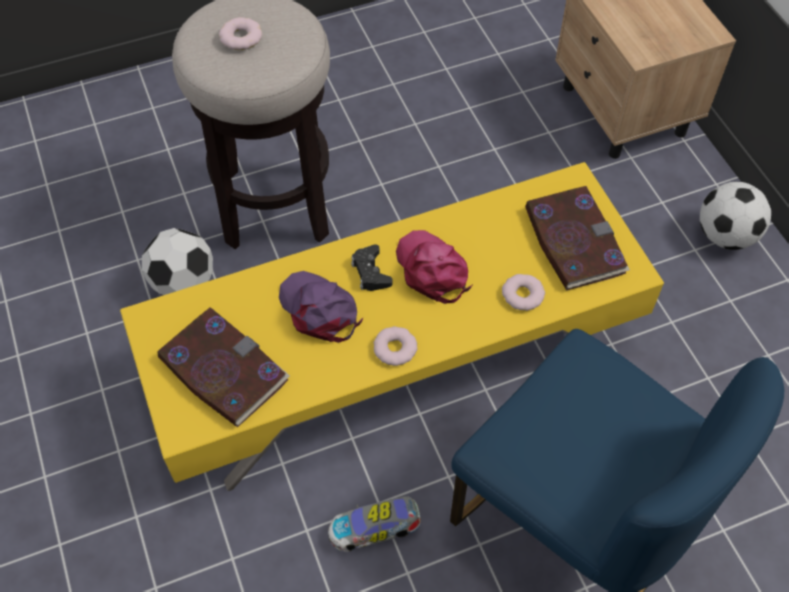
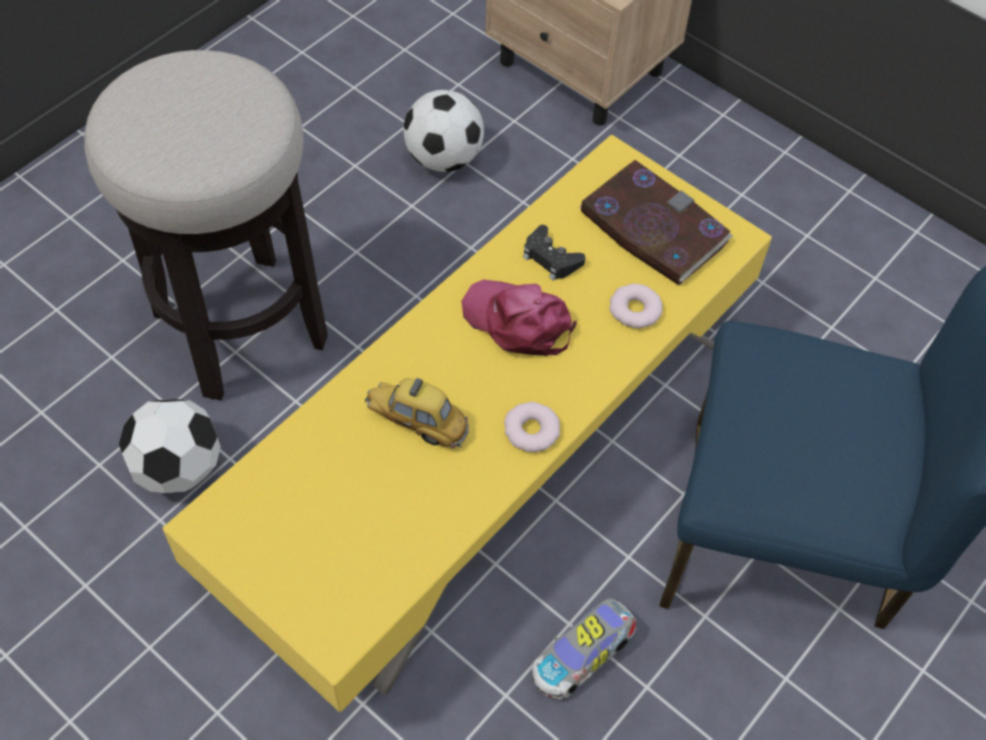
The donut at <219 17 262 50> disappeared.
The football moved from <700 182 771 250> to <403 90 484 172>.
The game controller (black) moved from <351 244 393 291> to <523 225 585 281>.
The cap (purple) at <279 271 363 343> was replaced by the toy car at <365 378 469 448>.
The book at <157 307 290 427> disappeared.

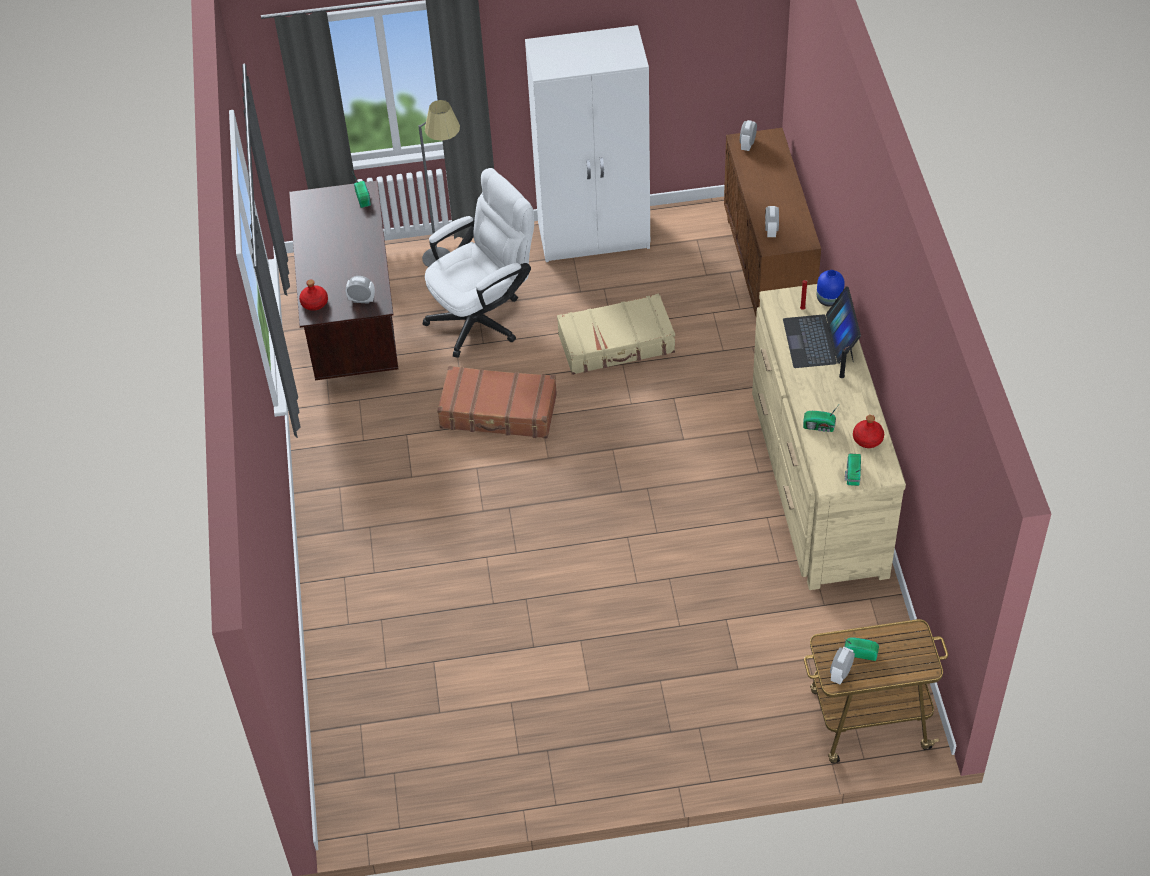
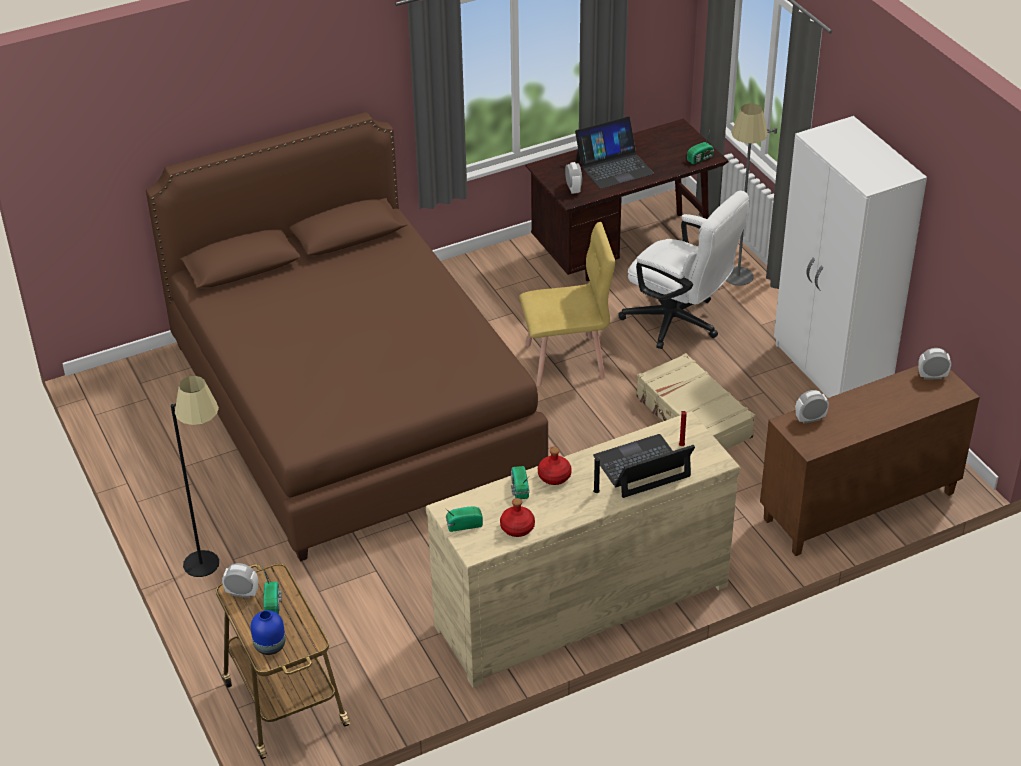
The vase (blue) moved from <817 270 845 307> to <251 610 285 655>.
The bottle (red) moved from <299 280 328 311> to <538 447 572 485>.
The suitcase (brown) at <437 366 557 438> was replaced by the chair (yellow) at <519 222 615 386>.
The bed (brown) at <146 112 548 562> appeared.
The laptop at <575 116 654 189> appeared.
The floor lamp (black) at <171 376 219 577> appeared.

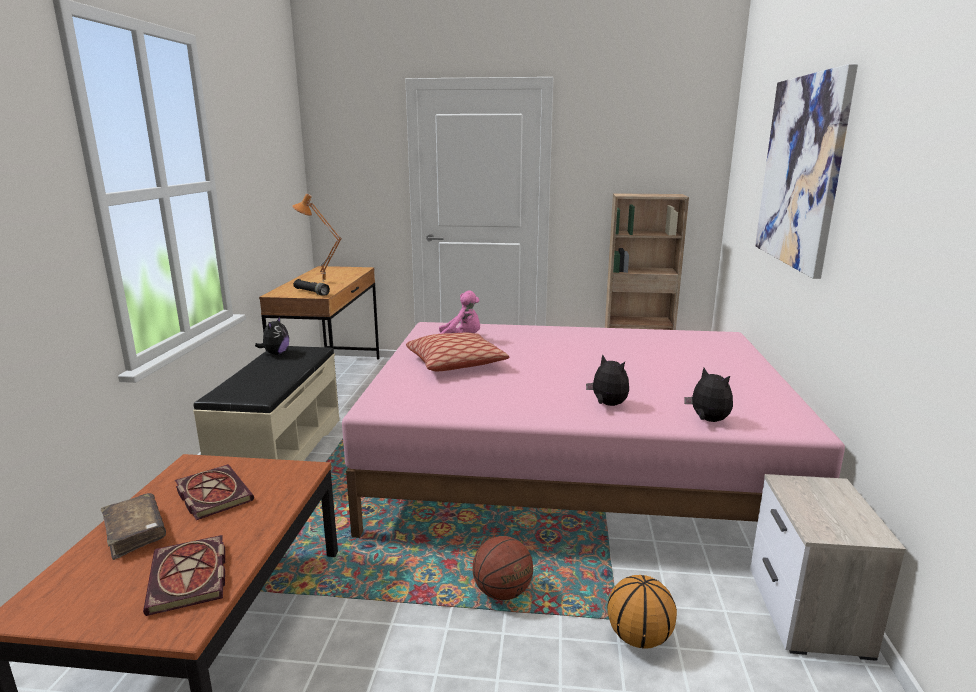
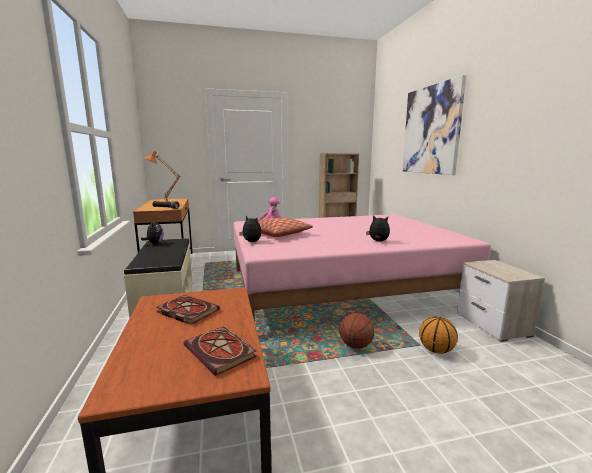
The plush toy moved from <684 368 733 422> to <239 216 261 242>.
The book (brown) at <101 493 166 560> disappeared.

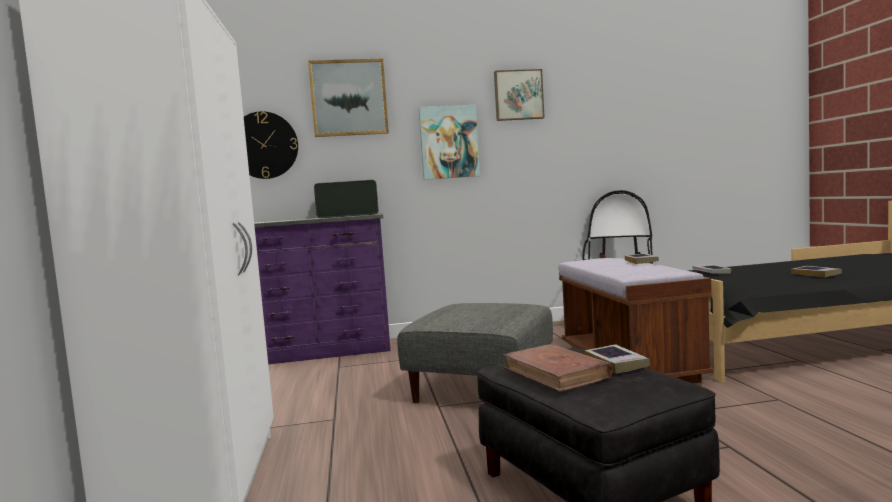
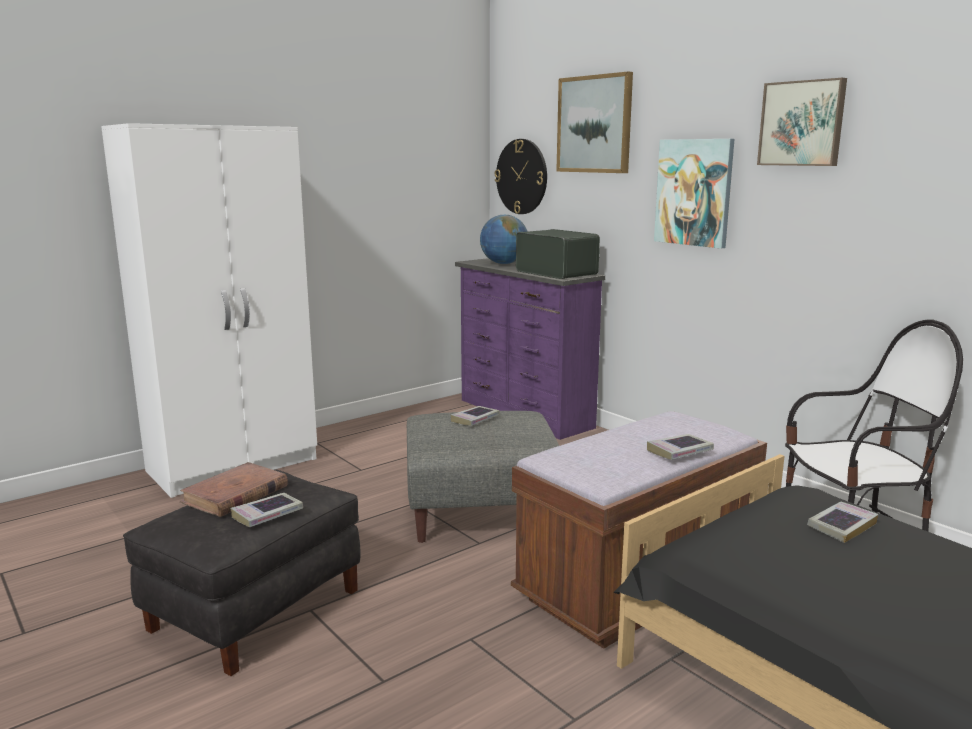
The book moved from <791 266 842 277> to <451 406 500 426>.
The globe at <480 215 528 264> appeared.

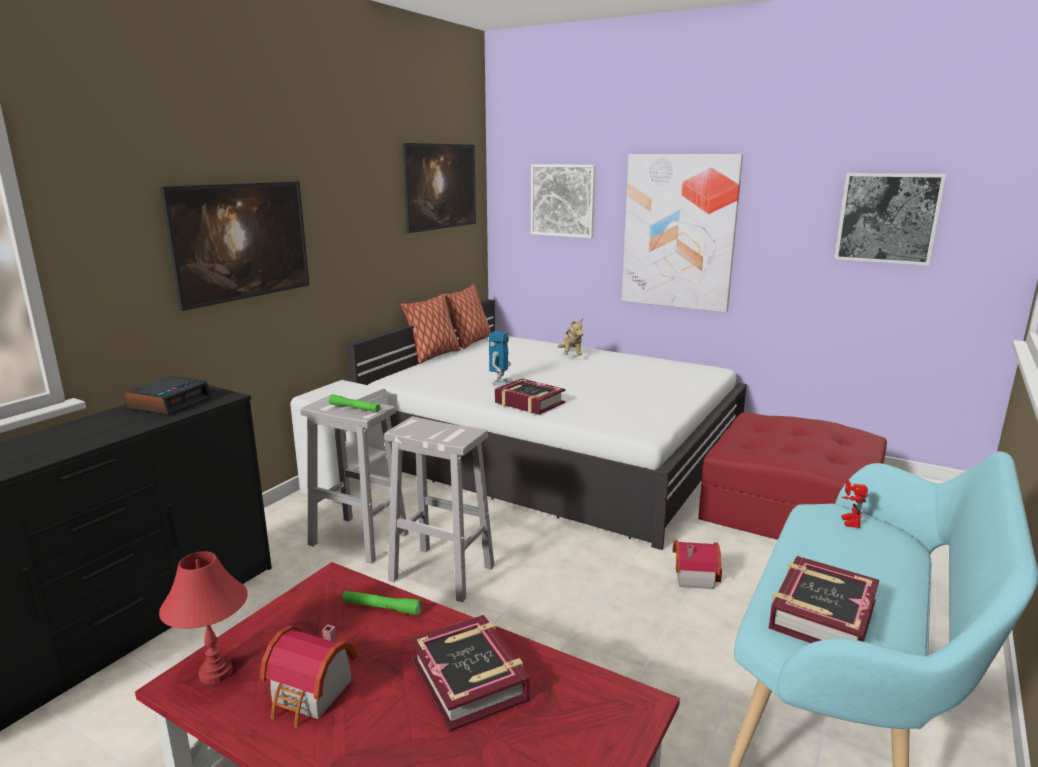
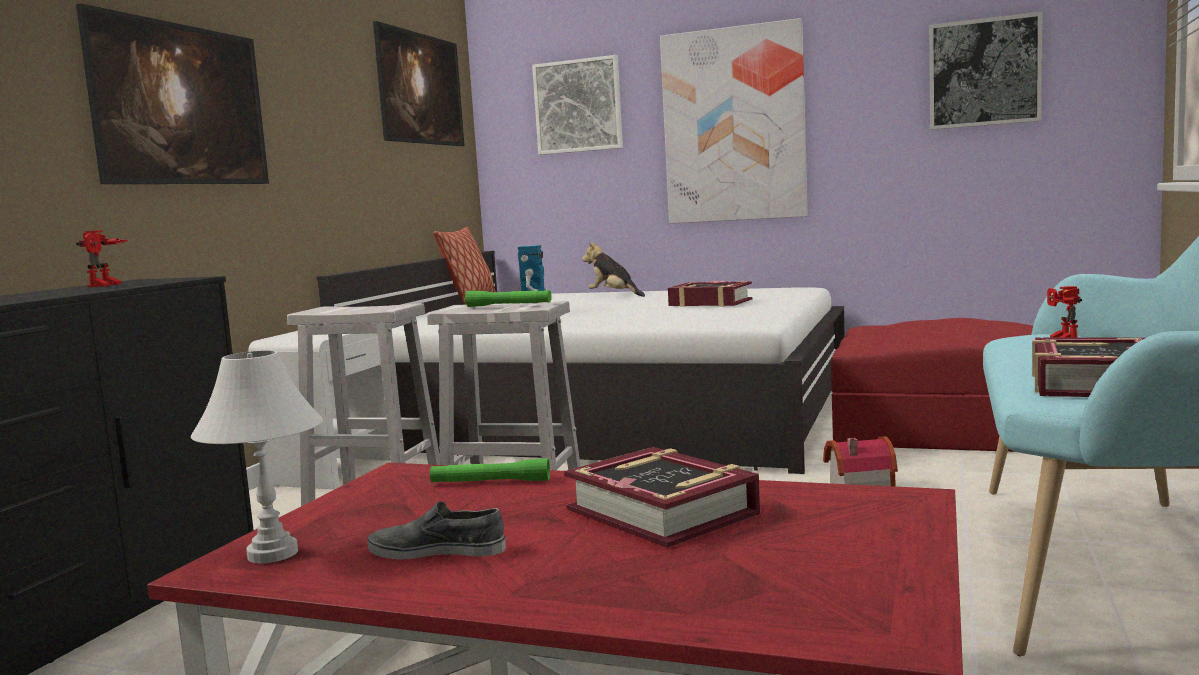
The pillow at <401 294 461 364> disappeared.
The plush toy at <557 318 583 355> turned 150 degrees clockwise.
The alarm clock at <124 376 212 416> was replaced by the toy robot at <76 230 128 287>.
The book moved from <495 379 565 415> to <668 280 752 307>.
The flashlight (green) moved from <329 394 380 412> to <465 290 552 307>.
The table lamp (red) at <159 551 248 684> became the table lamp (white) at <191 351 323 563>.
The toy house at <260 625 357 728> was replaced by the shoe (grey) at <367 501 506 560>.

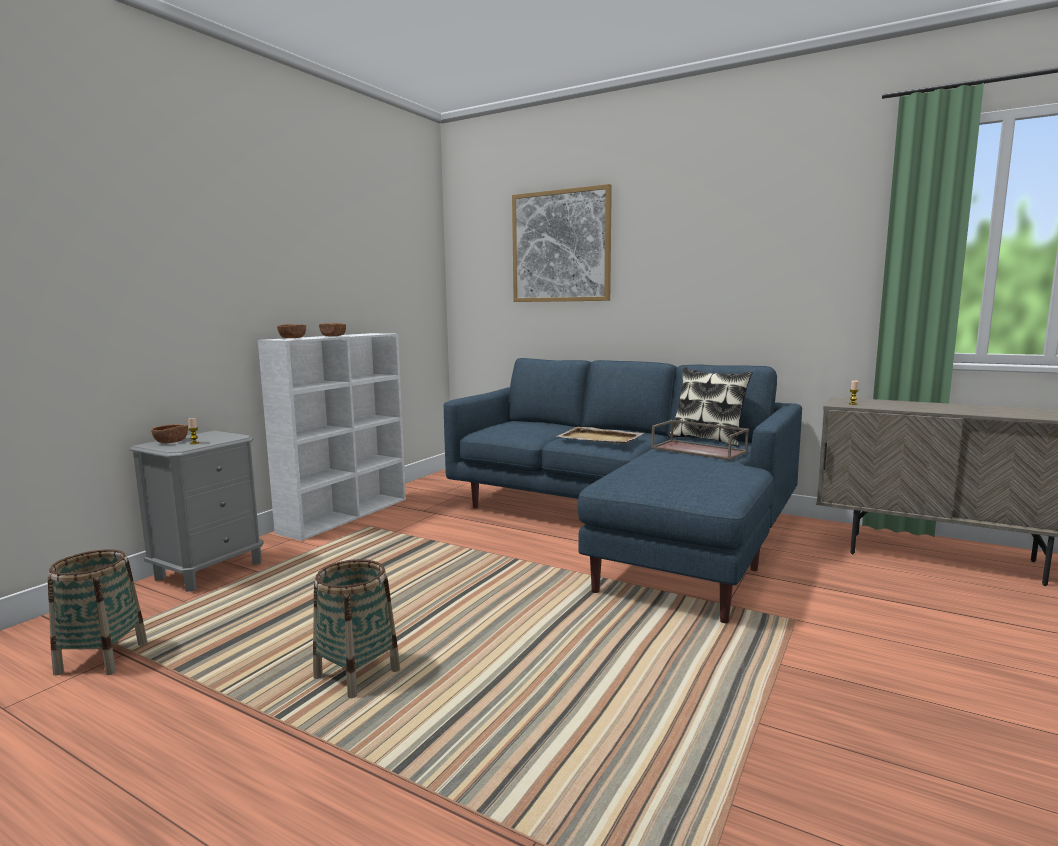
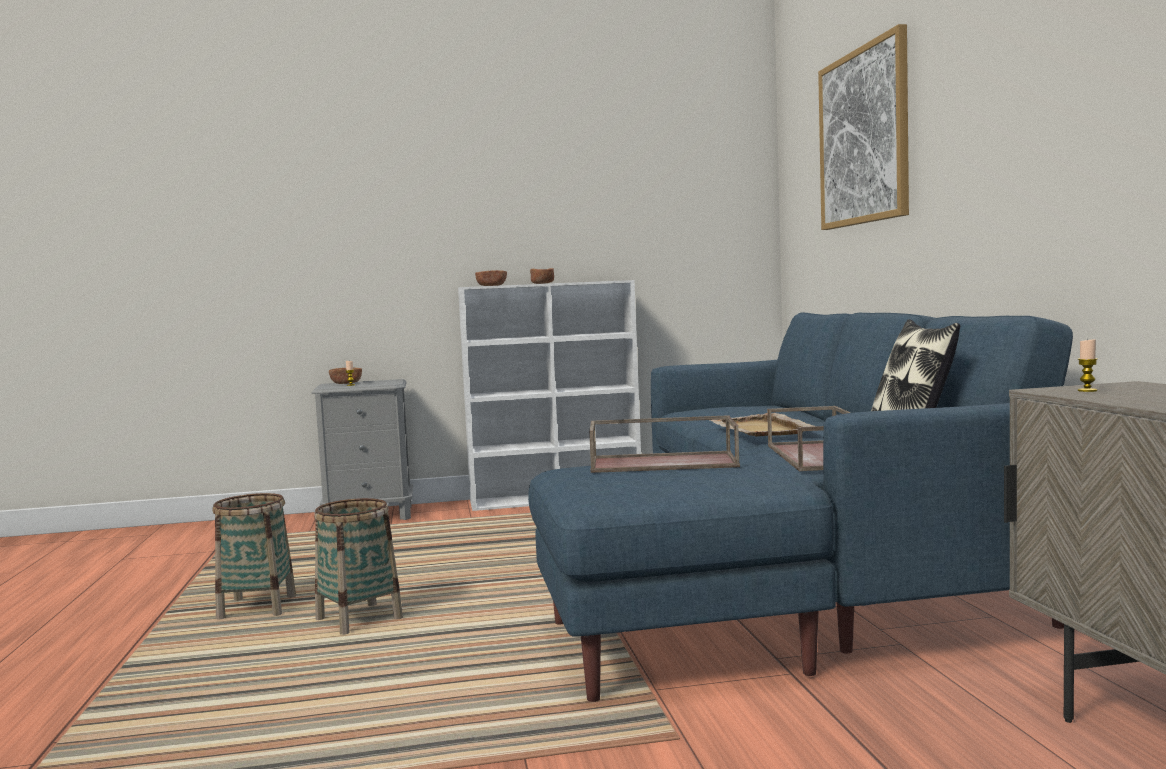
The basket moved from <48 549 147 676> to <314 498 403 635>.
The tray (brown) at <589 415 740 473> appeared.

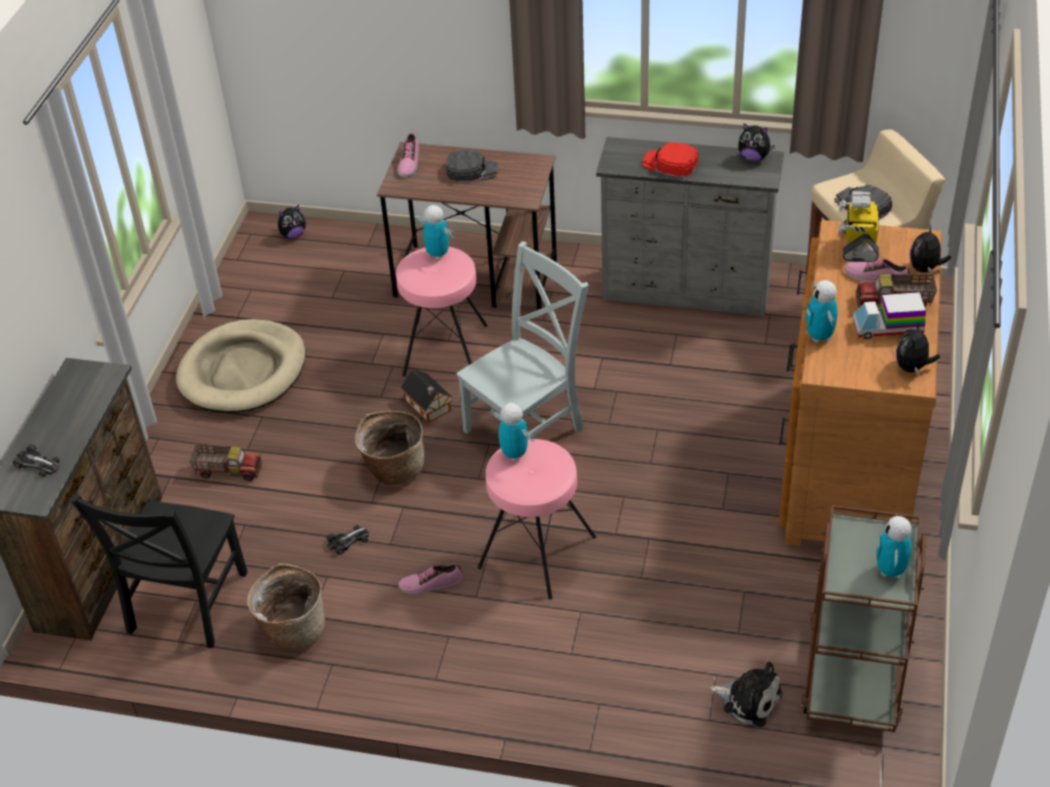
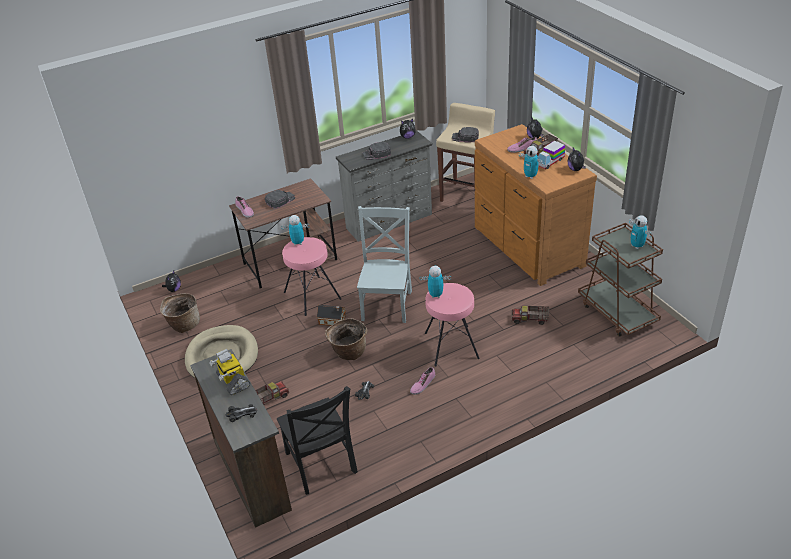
The cap (red) at <642 142 698 178> became the cap (black) at <362 142 391 160>.
The toy robot moved from <839 191 879 262> to <209 349 250 395>.
The basket moved from <247 563 325 649> to <160 293 200 333>.
The plush toy at <710 661 782 727> disappeared.
The toy truck at <511 306 549 325> appeared.

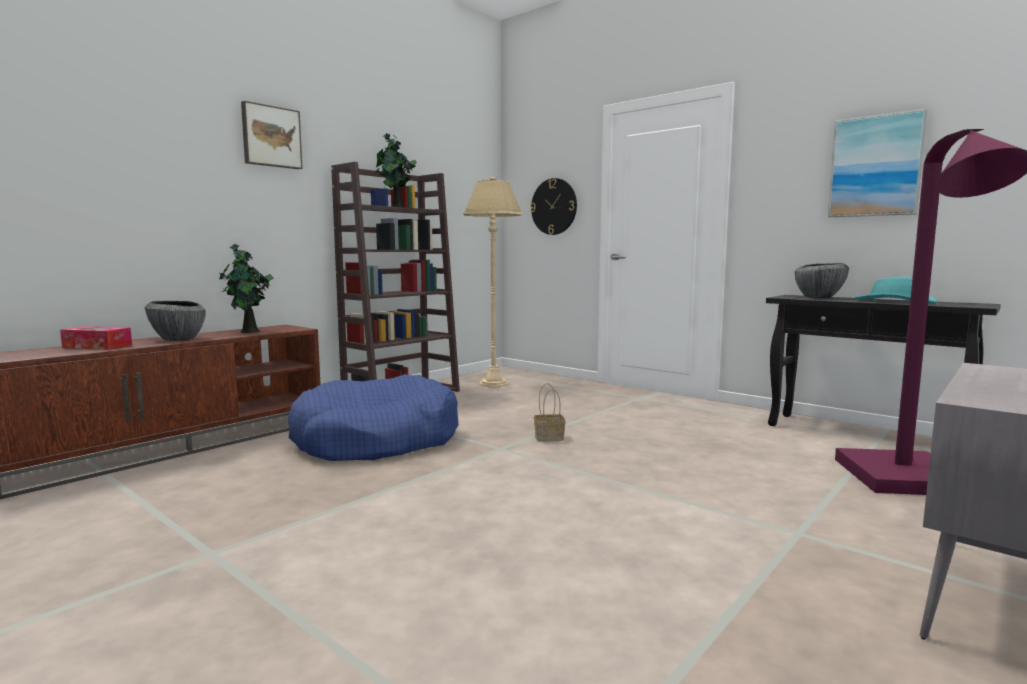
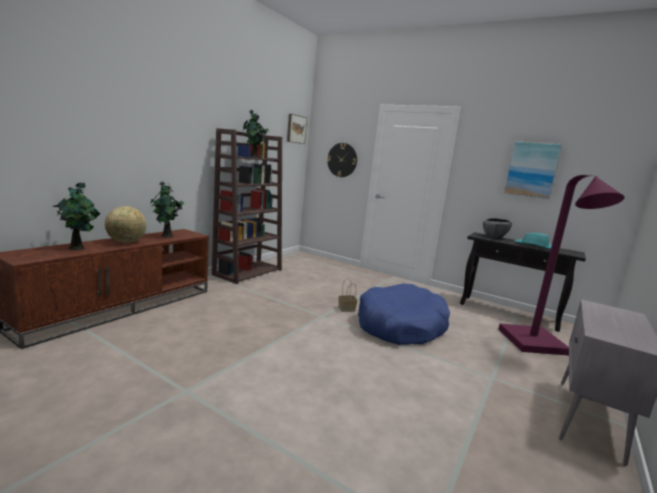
The picture moved from <241 101 303 169> to <287 114 307 144>.
The floor lamp (beige) at <463 176 523 387> disappeared.
The bowl at <145 301 206 341> was replaced by the globe at <105 206 147 243>.
The tissue box at <60 326 132 350> was replaced by the potted plant at <52 182 100 250>.
The dog bed (blue) moved from <288 374 459 461> to <358 284 450 345>.

